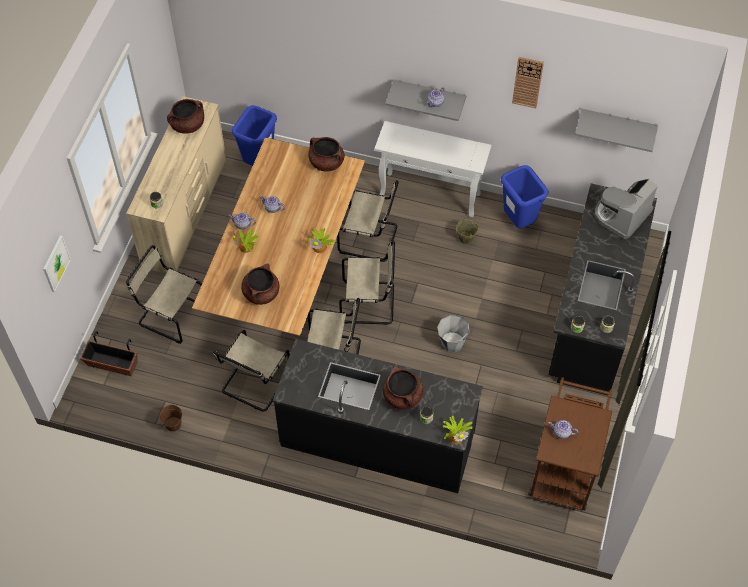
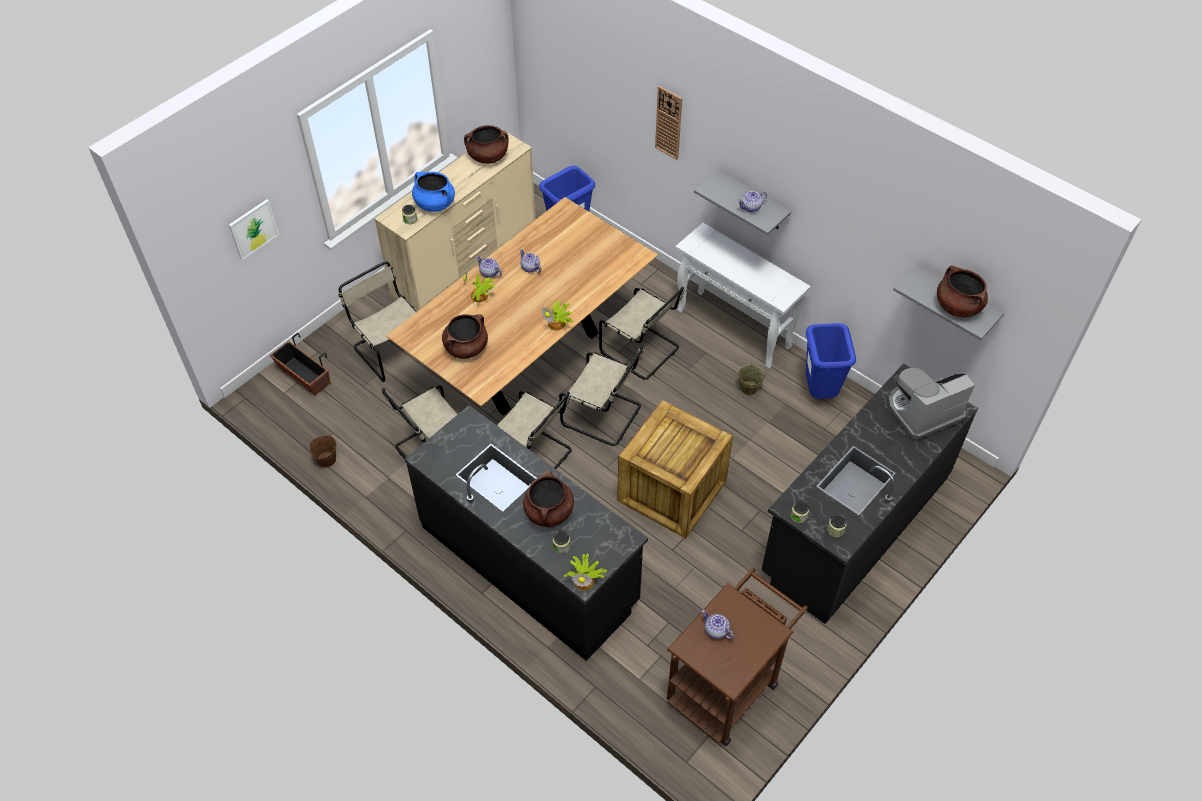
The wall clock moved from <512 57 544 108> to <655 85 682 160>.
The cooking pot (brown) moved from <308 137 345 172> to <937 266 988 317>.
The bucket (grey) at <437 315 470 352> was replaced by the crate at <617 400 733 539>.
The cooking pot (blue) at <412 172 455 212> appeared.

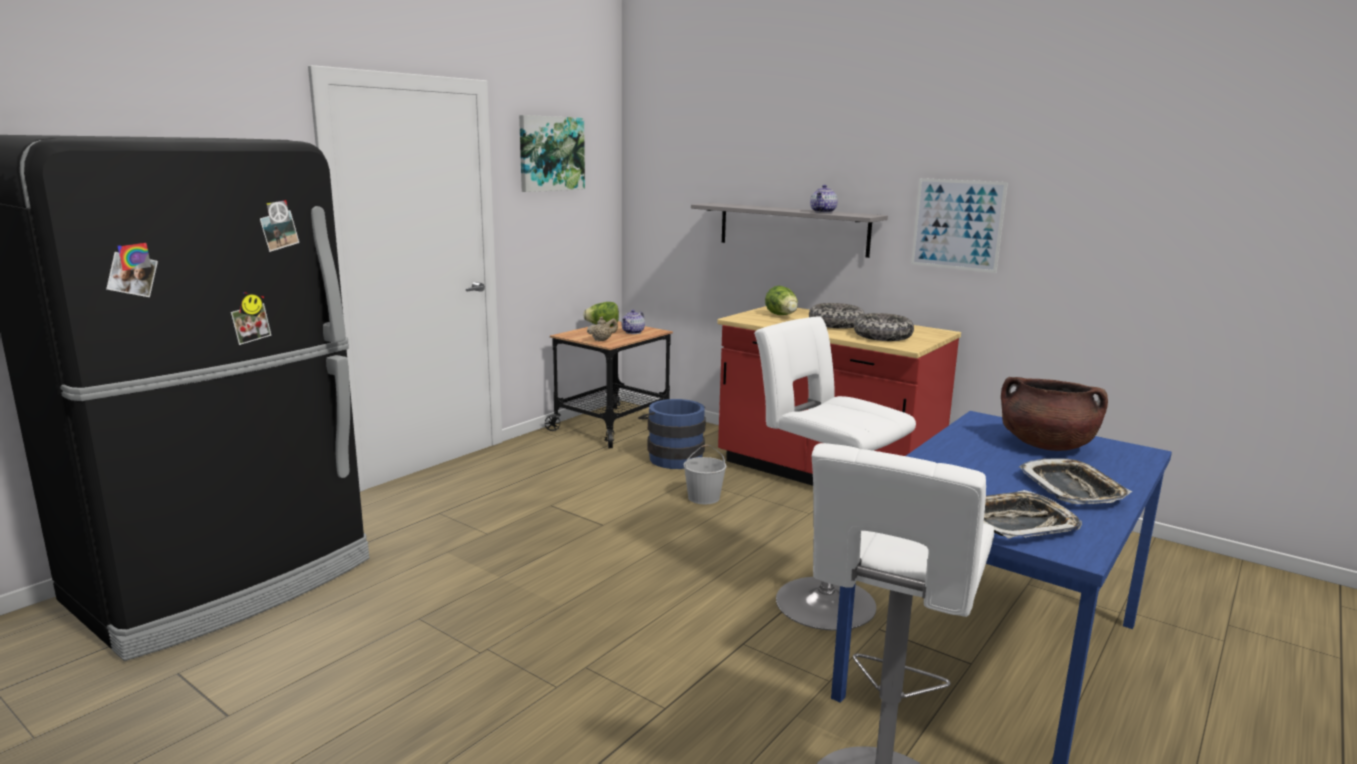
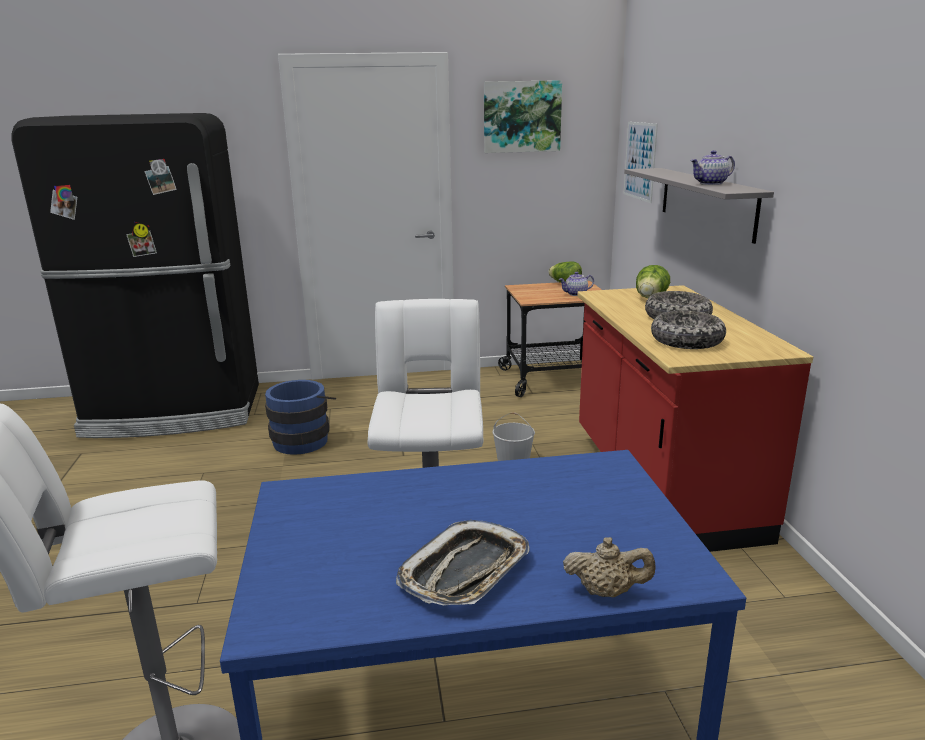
The picture moved from <911 178 1008 273> to <624 122 658 203>.
The teapot (beige) moved from <587 317 618 341> to <563 537 655 597>.
The cooking pot (brown) at <1001 377 1108 451> disappeared.
The bucket (blue) moved from <638 399 706 469> to <265 380 336 455>.
The tray at <983 490 1082 539> disappeared.

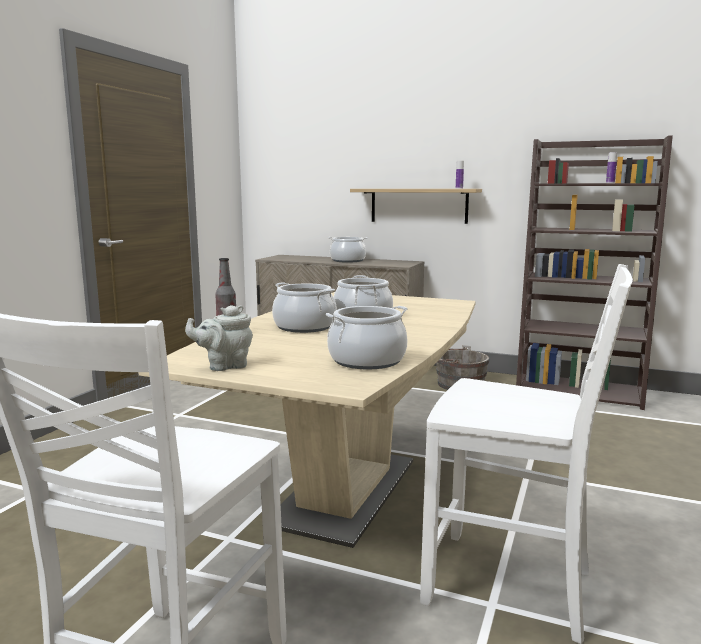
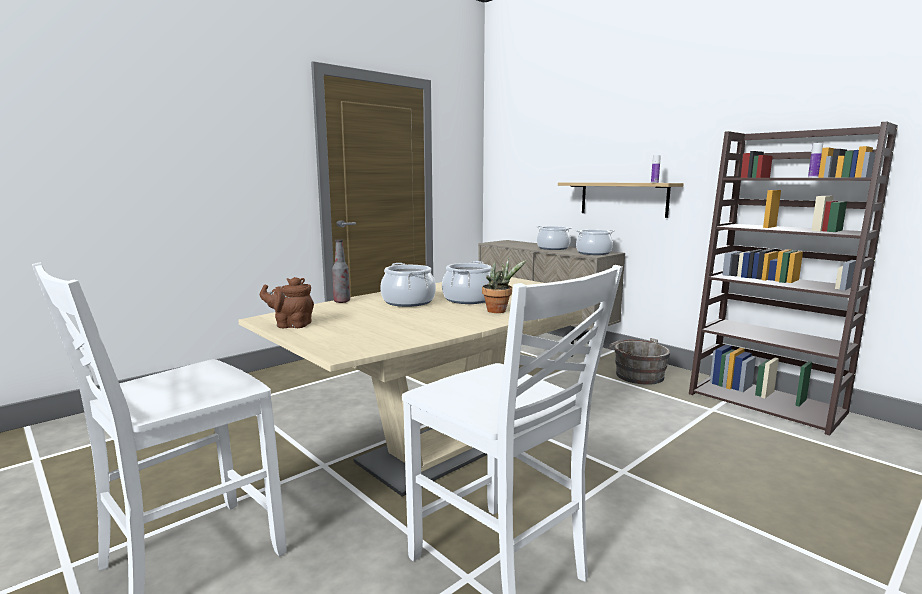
The teapot (grey) at <185 305 253 371> became the teapot (brown) at <260 277 314 328>.
The cooking pot moved from <326 306 408 369> to <575 230 615 255>.
The potted plant at <482 256 527 313> appeared.

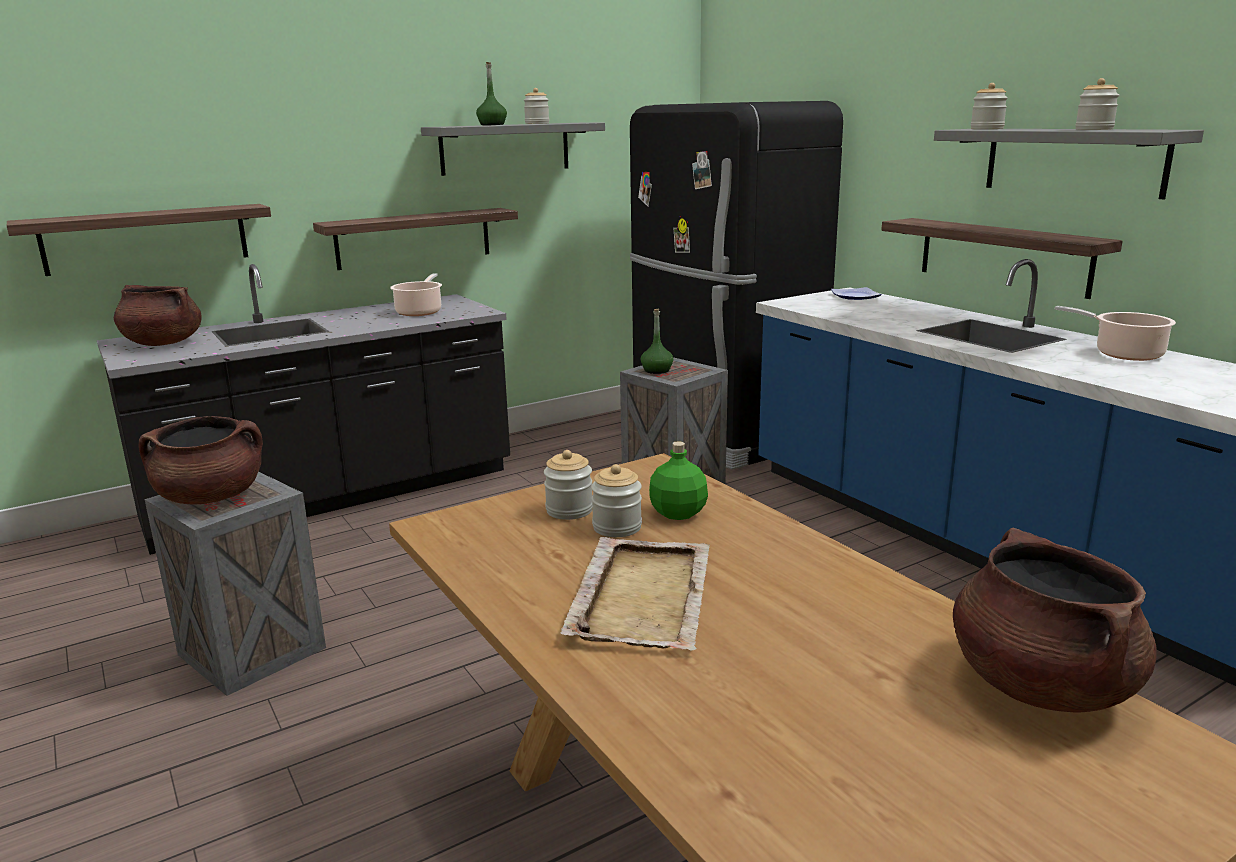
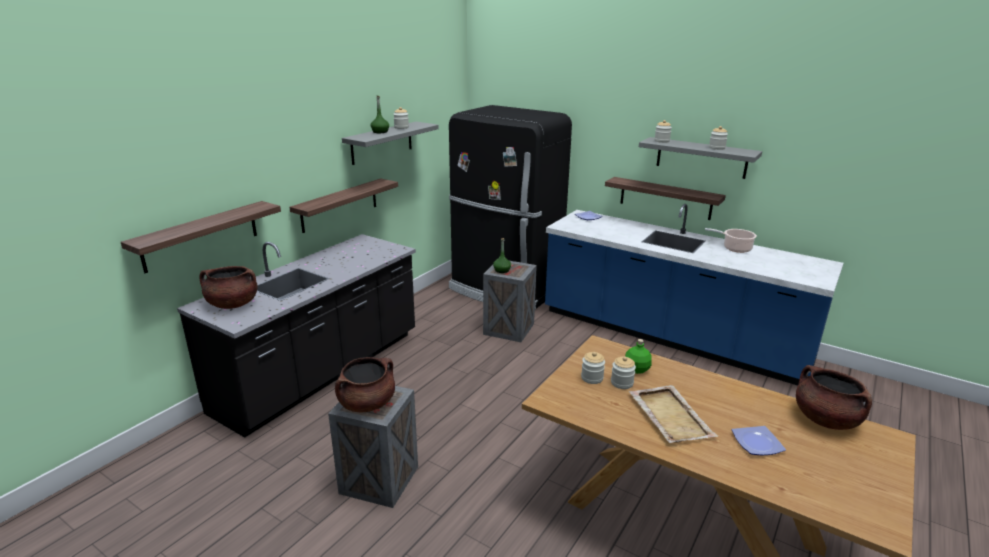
The cooking pot at <390 273 442 316> disappeared.
The plate at <732 426 786 456> appeared.

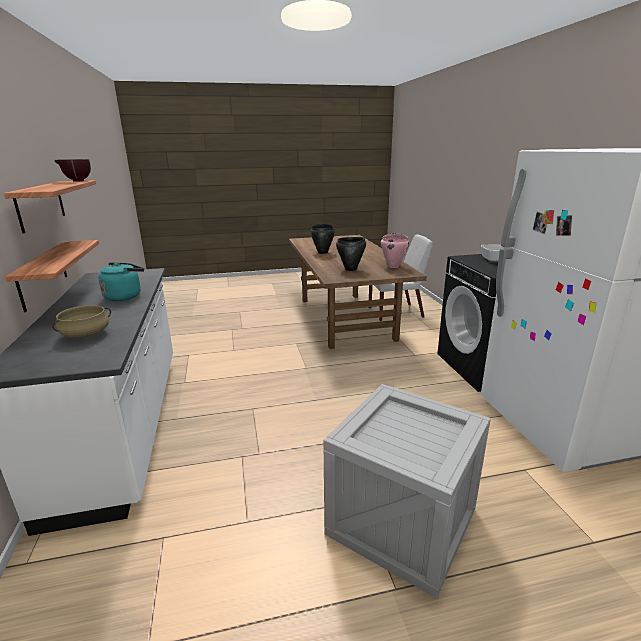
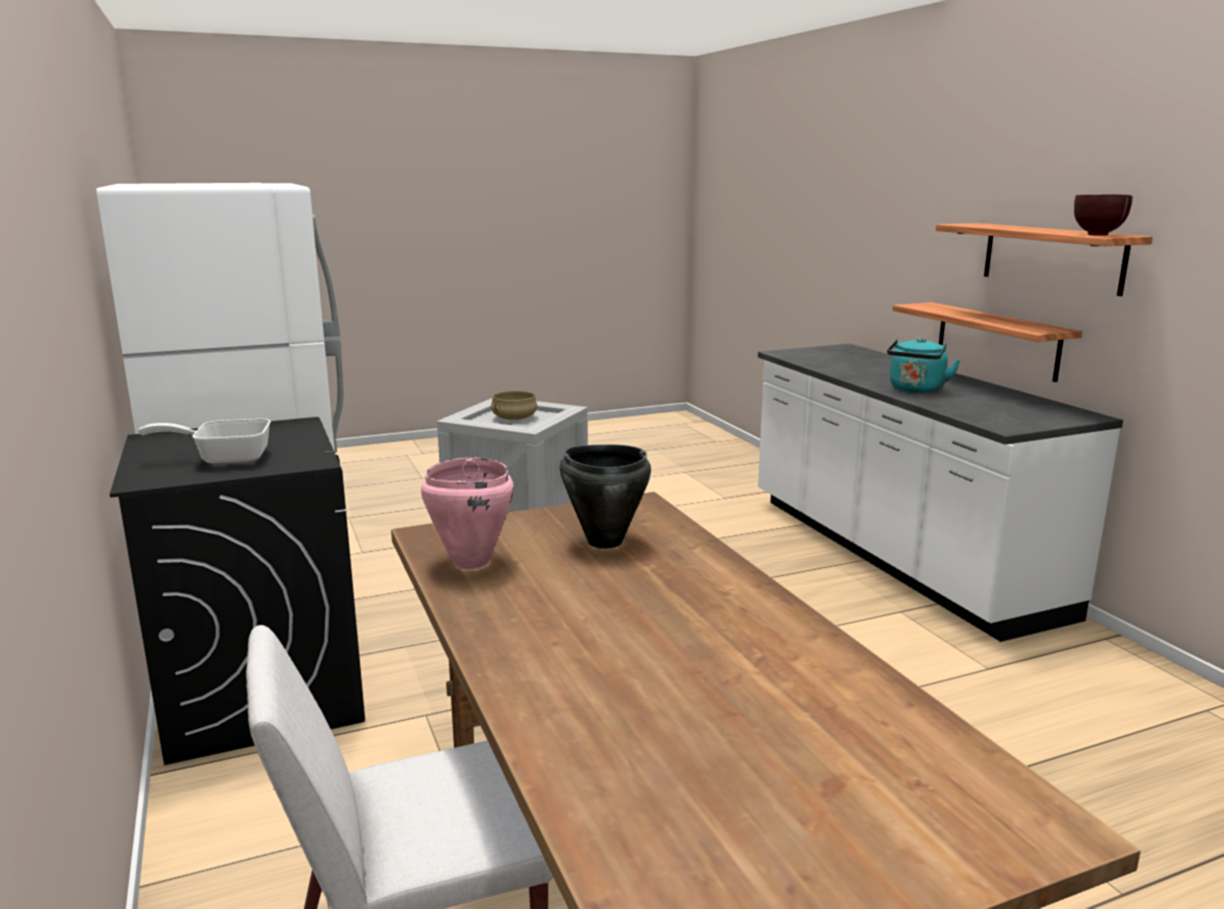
The cooking pot (black) at <310 224 335 254> disappeared.
The cooking pot (beige) moved from <52 305 111 338> to <491 390 538 420>.

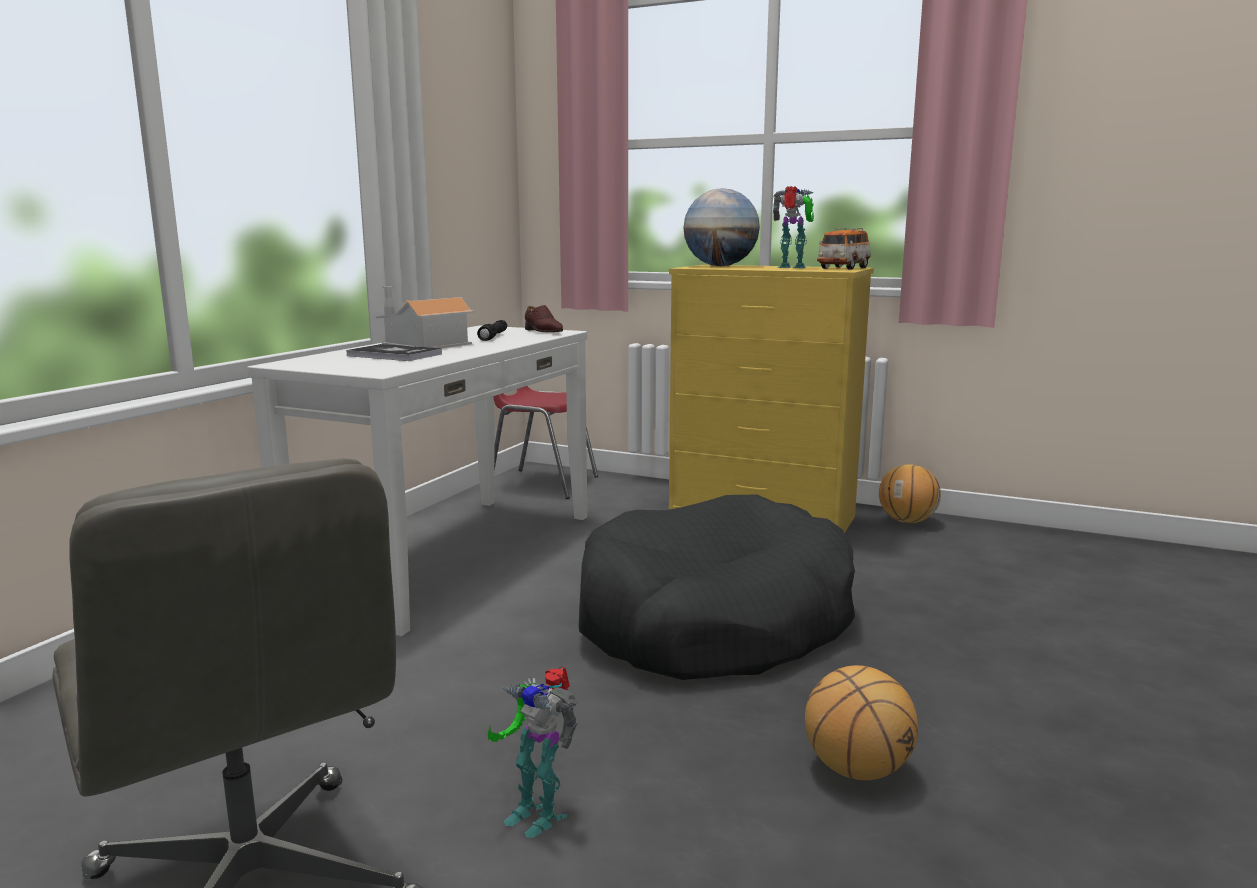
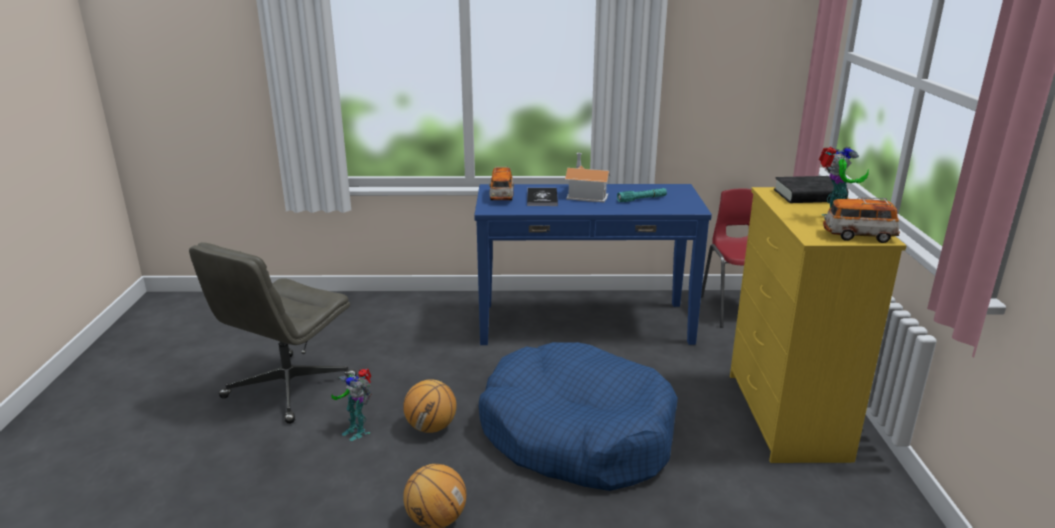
The globe at <683 188 760 266> was replaced by the book (black) at <774 176 848 203>.
The shoe (brown) at <525 305 563 332> disappeared.
The flashlight (black) at <477 320 507 341> became the flashlight (turquoise) at <617 188 667 202>.
The console table (white) at <247 325 587 636> became the console table (blue) at <474 184 712 345>.
The basketball moved from <879 464 941 523> to <403 379 456 433>.
The dog bed (black) at <579 494 855 680> became the dog bed (blue) at <479 342 678 491>.
The toy robot at <488 667 578 838> turned 60 degrees counterclockwise.
The toy car at <489 167 514 201> appeared.

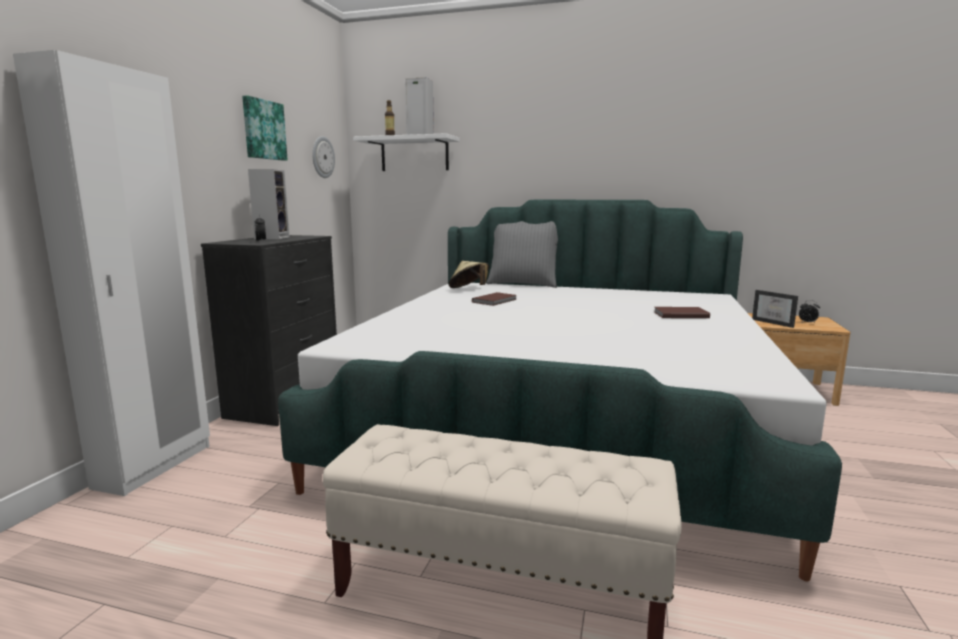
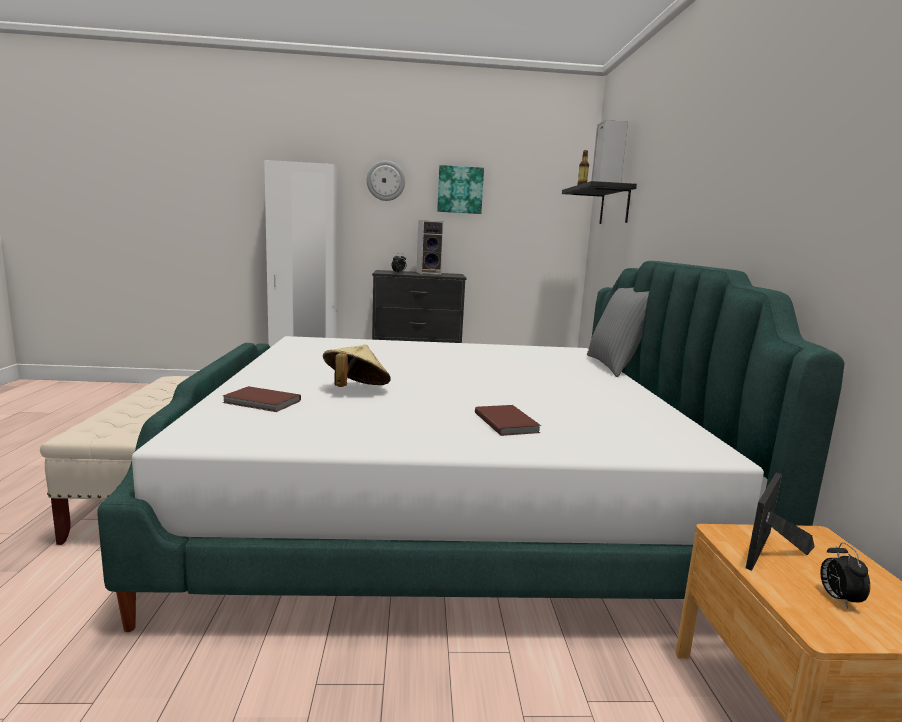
The shelf (white) at <353 133 459 171> became the shelf (black) at <562 181 637 224>.
The wall clock moved from <312 136 335 178> to <367 161 405 201>.
The hat (beige) moved from <449 261 489 288> to <323 345 391 387>.
The book (brown) moved from <472 292 517 306> to <223 386 301 412>.

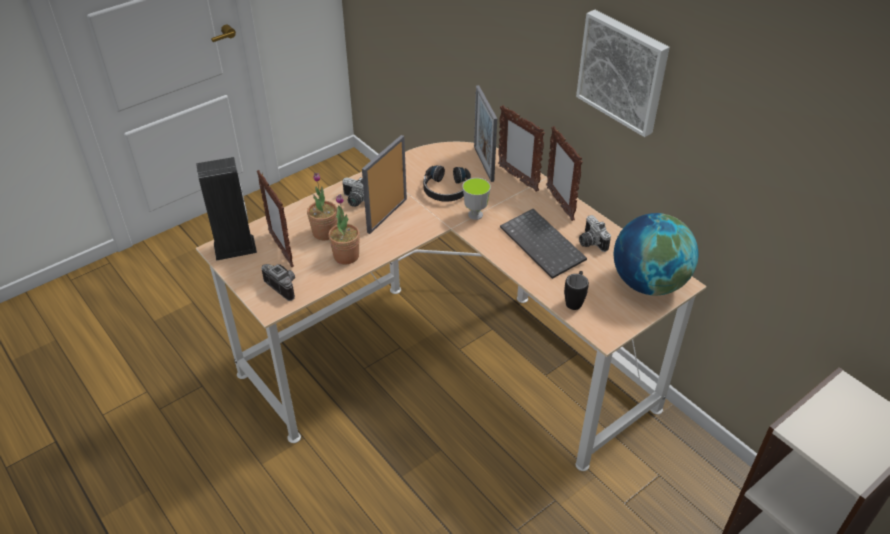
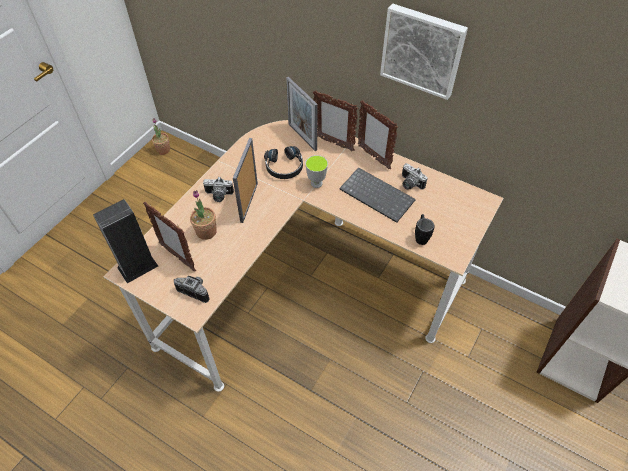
The potted plant moved from <328 194 360 264> to <152 118 170 155>.
The globe at <614 213 698 295> disappeared.

